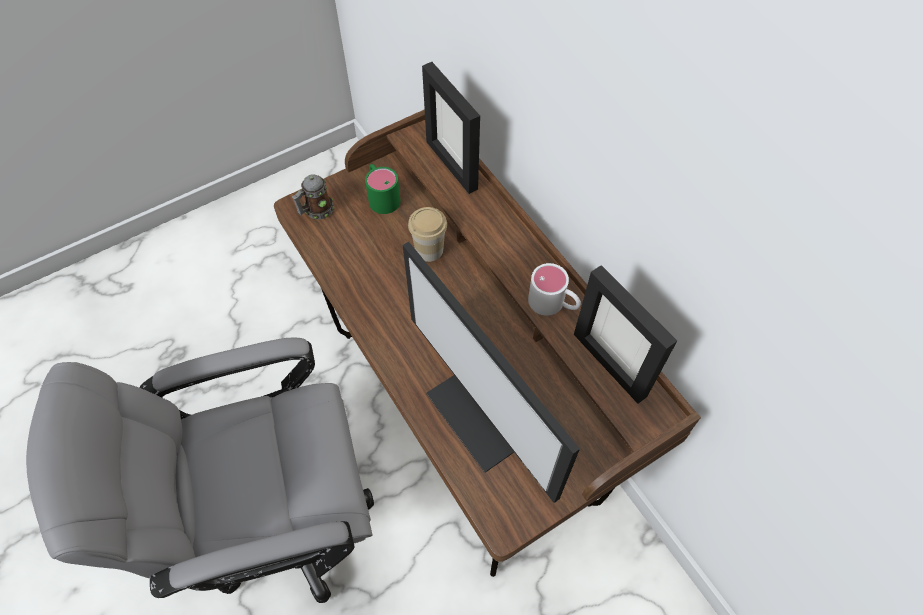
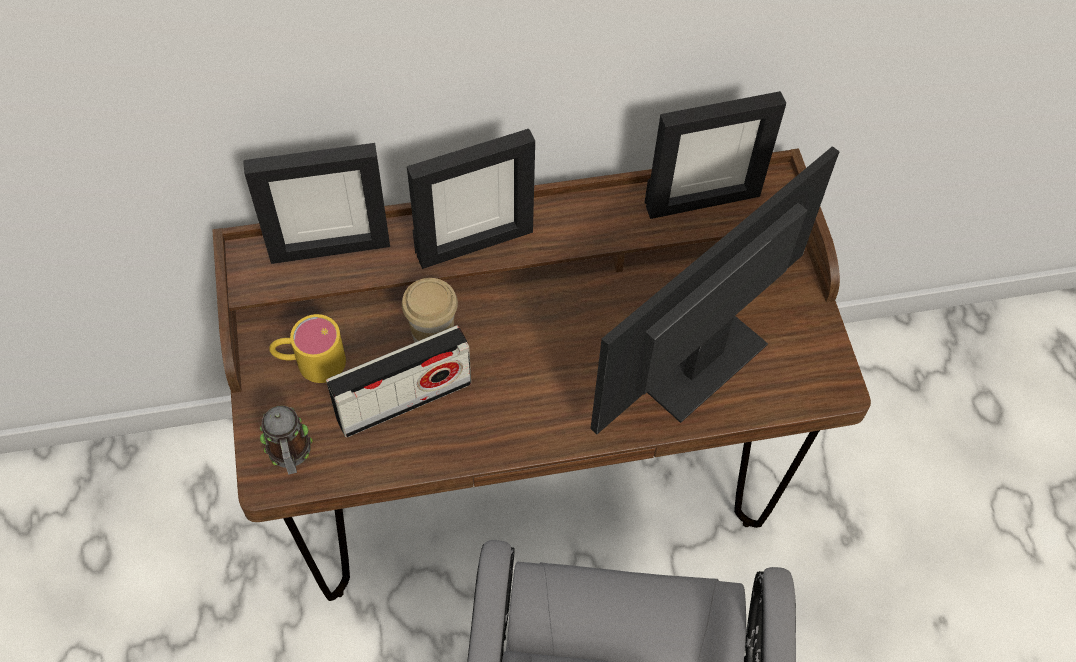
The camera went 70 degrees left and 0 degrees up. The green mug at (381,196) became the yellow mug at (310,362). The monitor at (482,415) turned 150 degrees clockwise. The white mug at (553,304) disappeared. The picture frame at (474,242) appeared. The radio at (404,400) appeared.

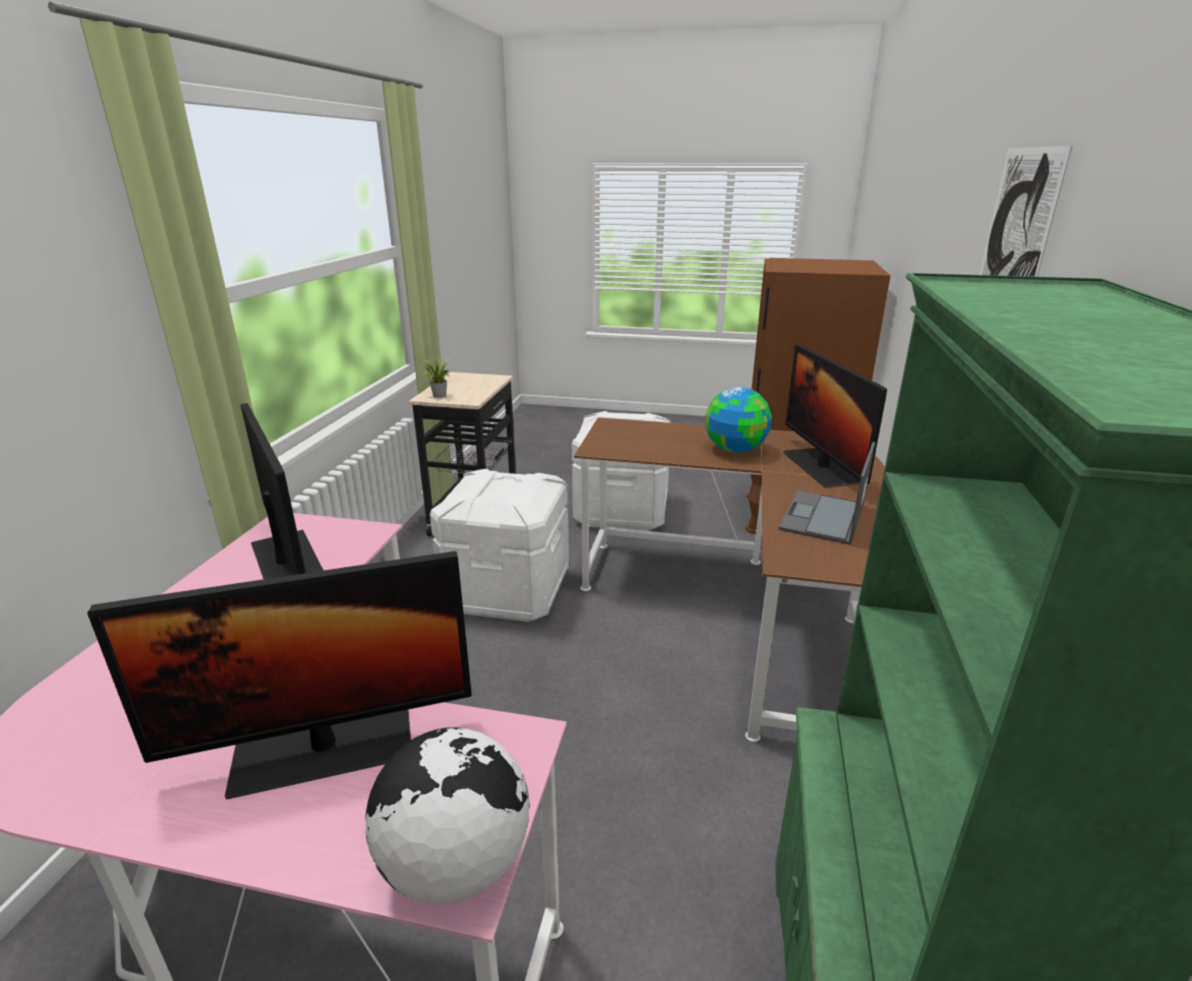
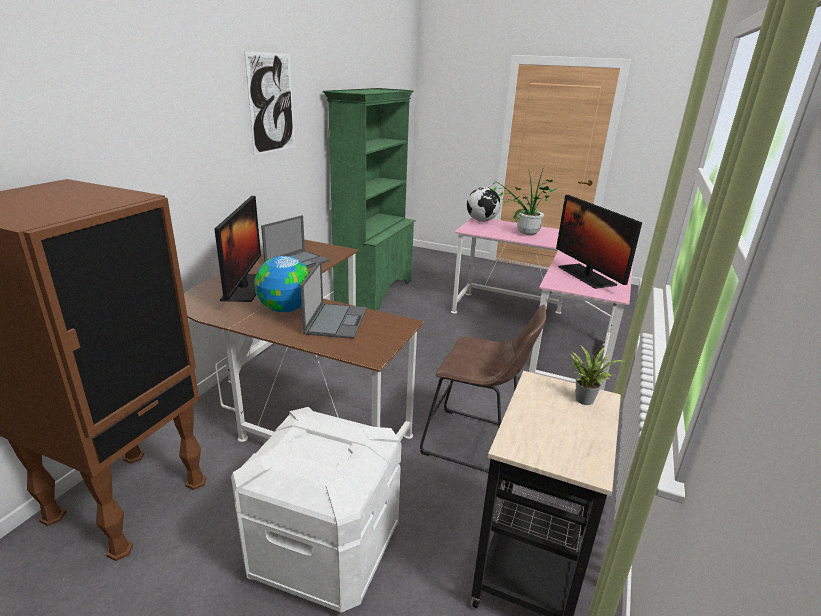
The camera went 170 degrees left and 0 degrees up. The white storage box at (507,591) was replaced by the brown stool at (476,443). The monitor at (324,749) was replaced by the potted plant at (523,234). The laptop at (336,320) appeared.

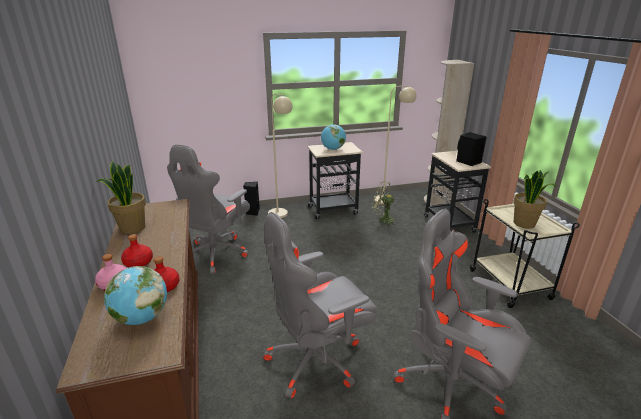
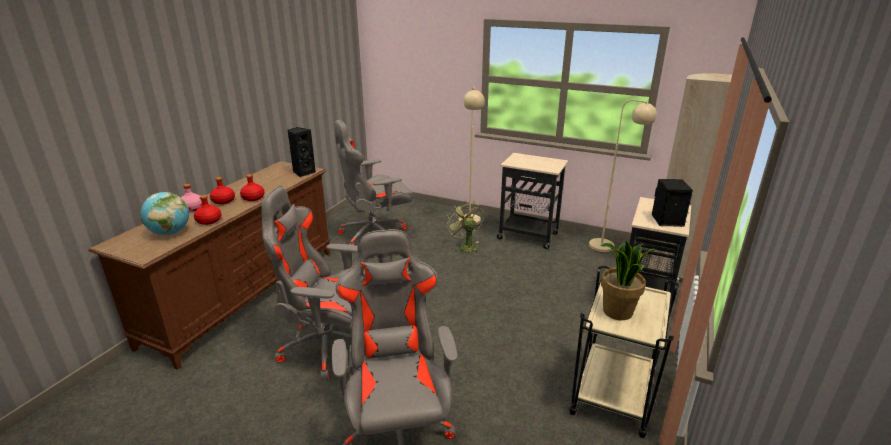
The camera went 40 degrees right and 0 degrees up. The globe at (333,149) disappeared. The potted plant at (132,228) disappeared. The green fan moved from (382,219) to (465,246). The black speaker moved from (252,212) to (303,172). The red bottle at (253,198) appeared.

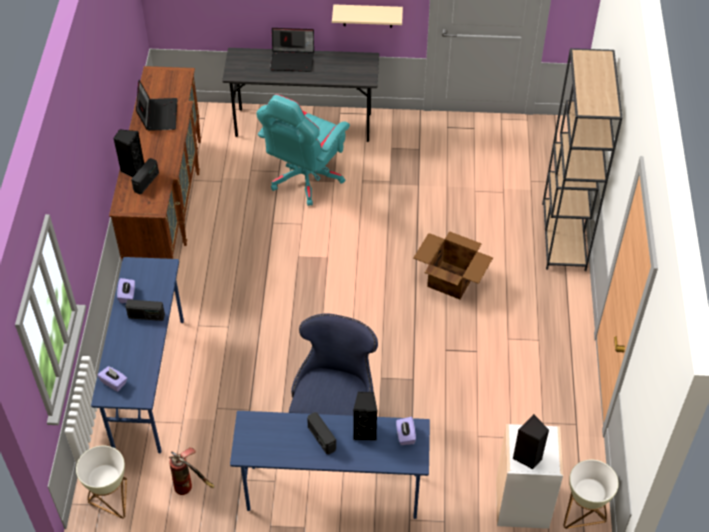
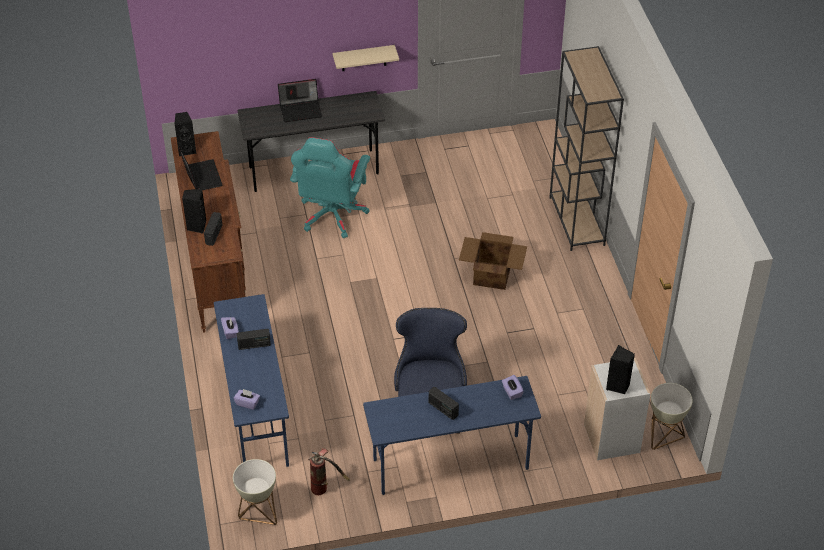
The camera went 15 degrees left and 5 degrees down. The black speaker moved from (365,431) to (187,150).

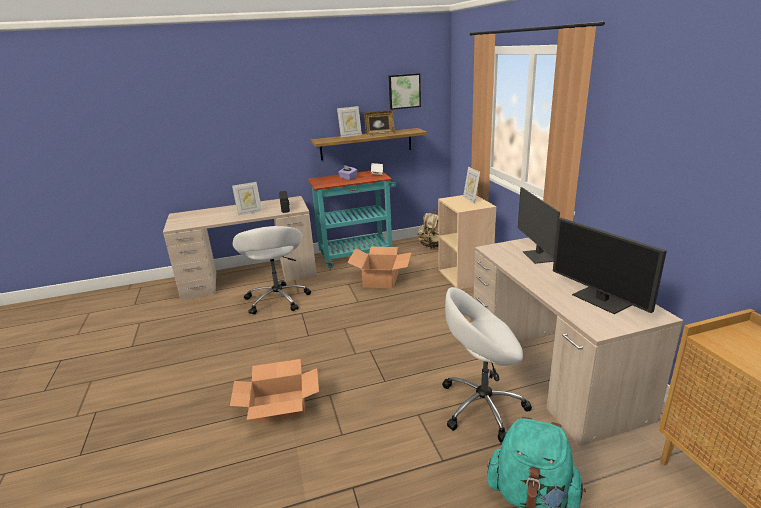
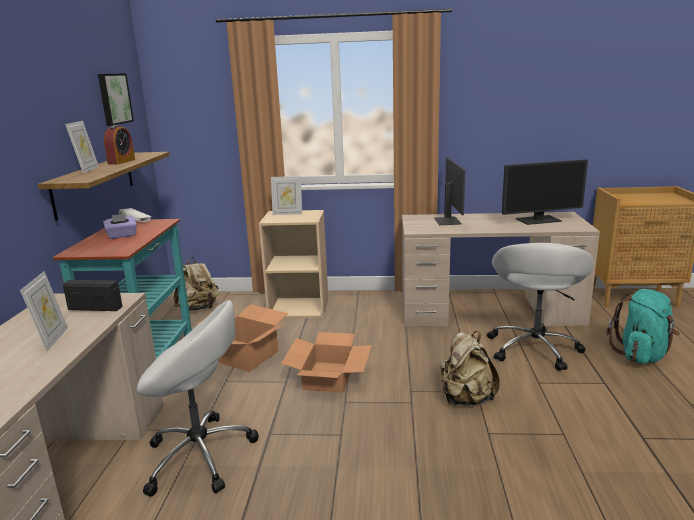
The camera went 70 degrees left and 5 degrees down. The picture frame at (380,134) was replaced by the alarm clock at (121,162). The monitor at (538,256) turned 105 degrees counterclockwise. The cardboard box moved from (279,406) to (328,377). The beige backpack at (465,399) appeared.

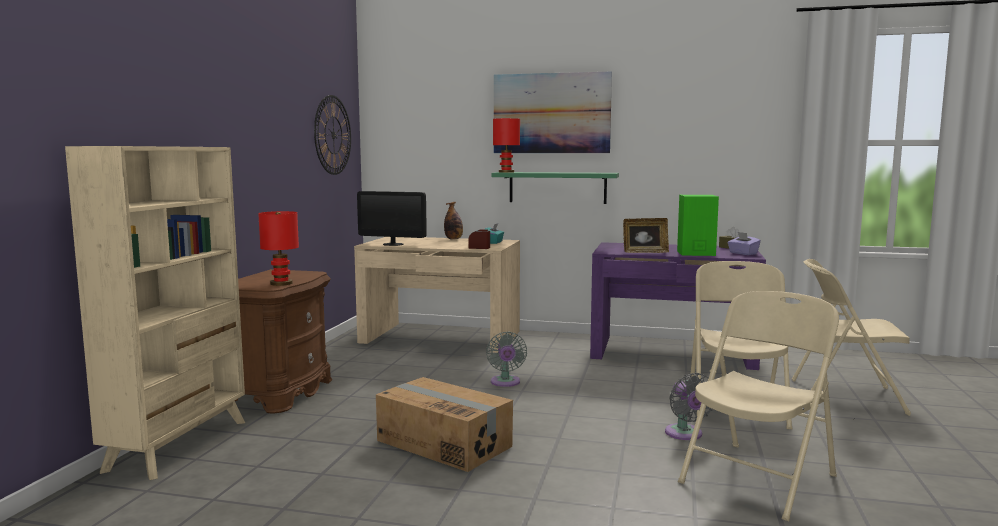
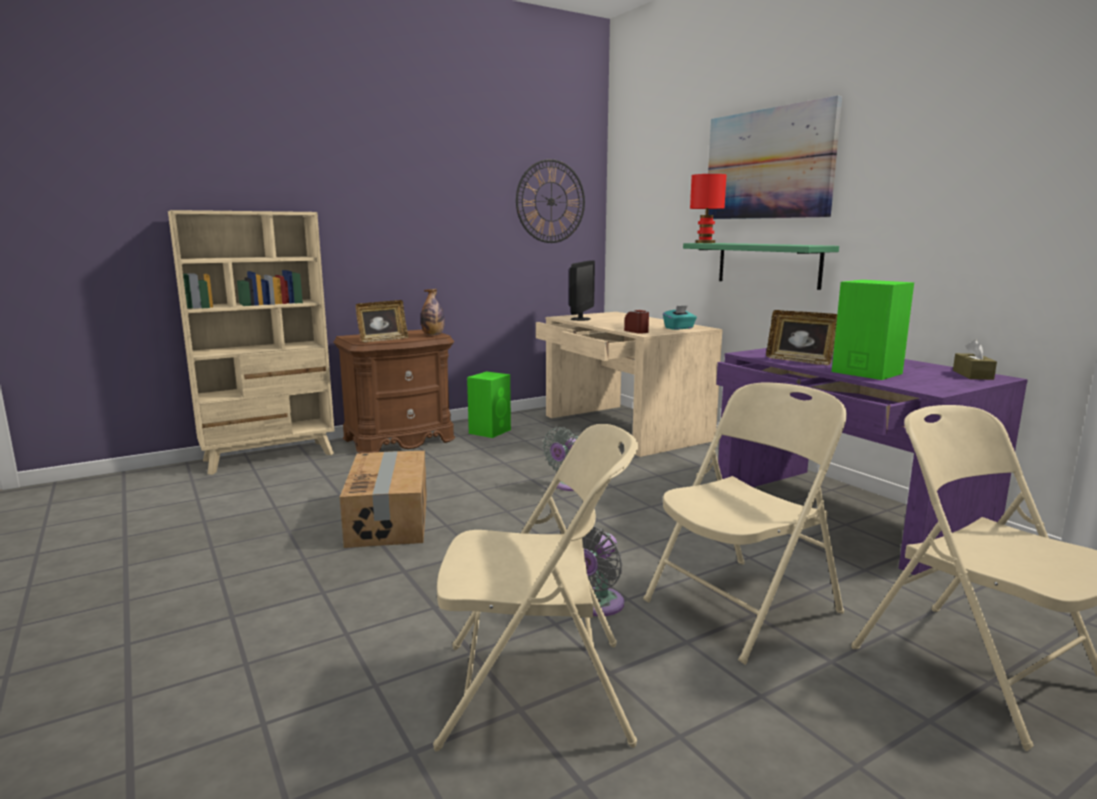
The camera went 45 degrees right and 5 degrees up. The monitor at (393,244) turned 135 degrees counterclockwise. The bottle moved from (453,239) to (433,335). The red table lamp at (281,283) was replaced by the picture frame at (382,340). The purple tissue box at (743,253) disappeared. The green speaker at (490,431) appeared.

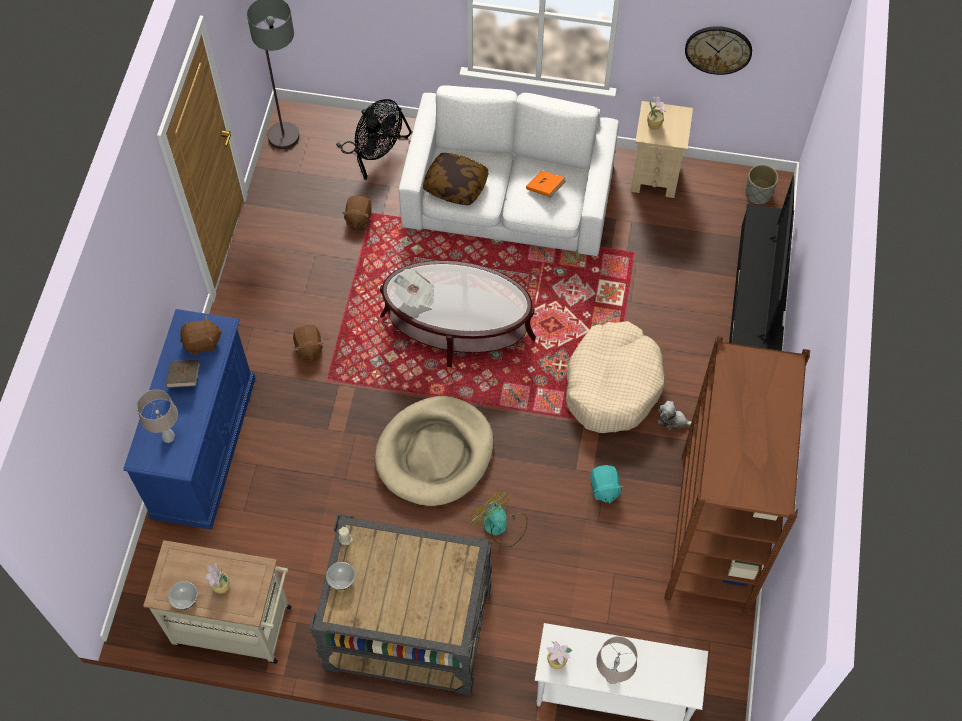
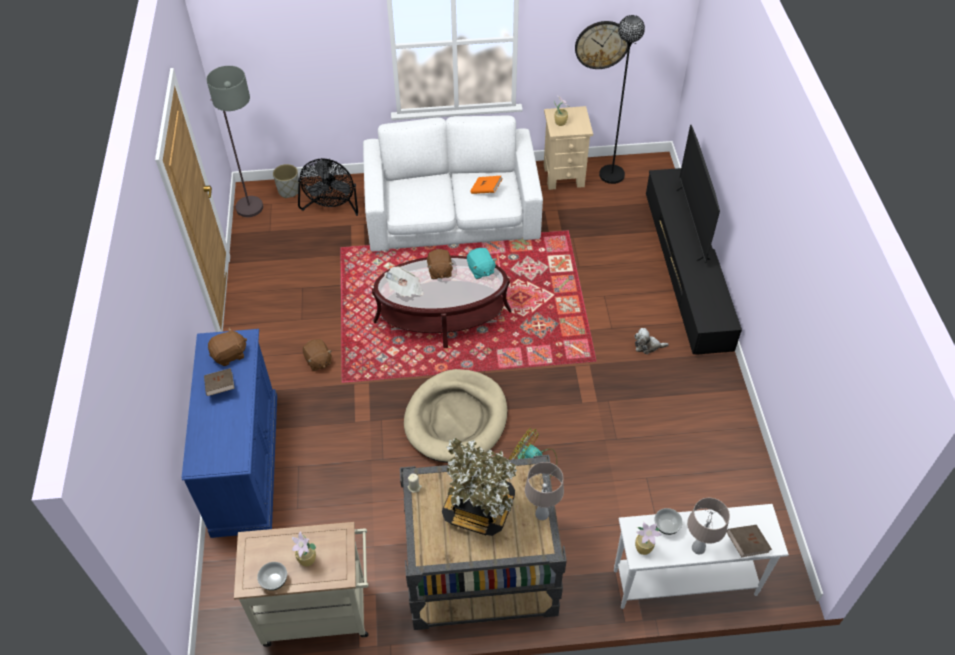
The camera went 15 degrees left and 10 degrees down. The black fan at (374,153) turned 75 degrees clockwise. The pillow at (456,185) disappeared. The grey planter moved from (758,194) to (289,191). The brown plush toy moved from (358,218) to (439,271). The beige dog bed at (612,384) disappeared. The brown bookcase at (713,532) disappeared. The beige table lamp moved from (168,436) to (541,514). The turquoise plush toy moved from (604,488) to (480,270). The bowl moved from (341,580) to (666,526). The black floor lamp at (612,175) appeared. The potted plant at (478,507) appeared. The brown book at (746,545) appeared.

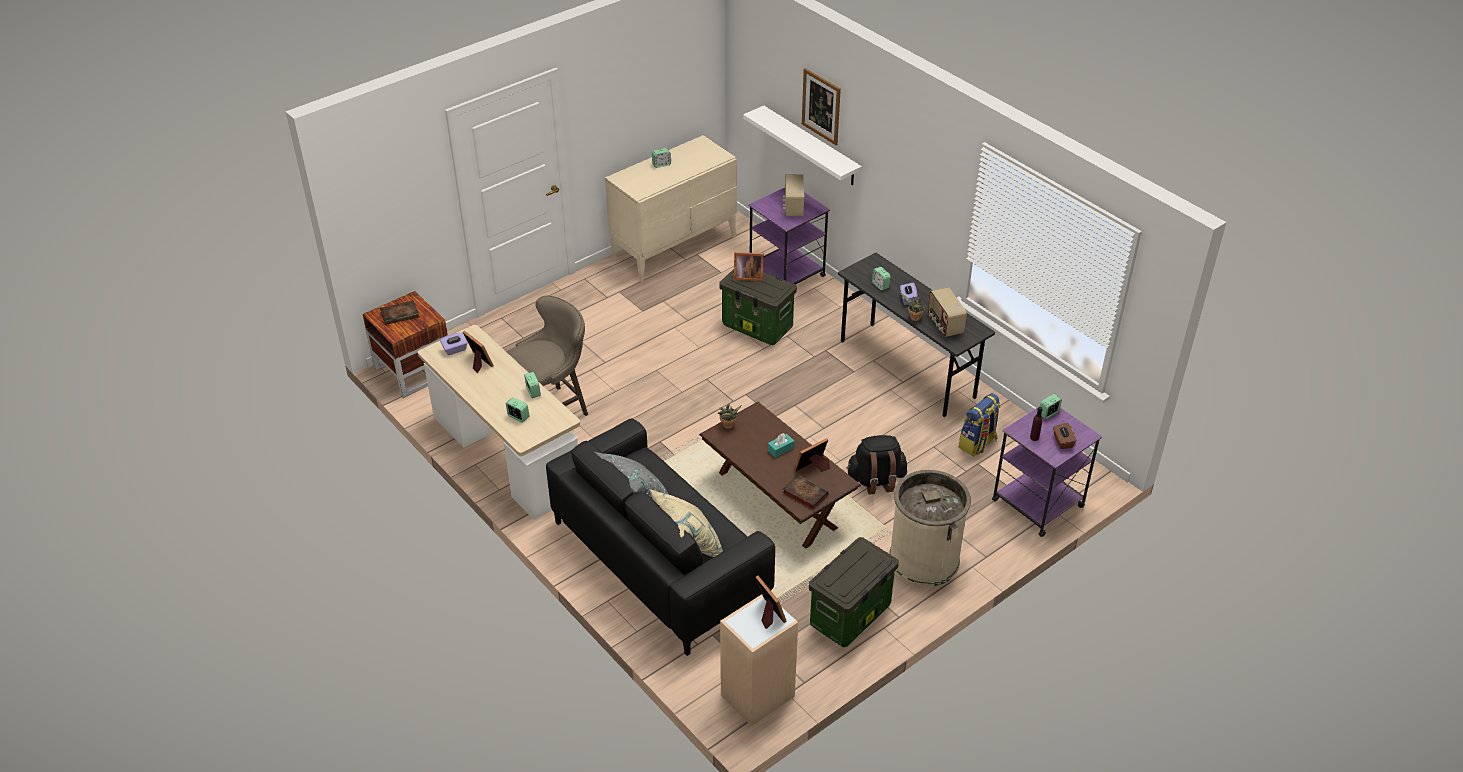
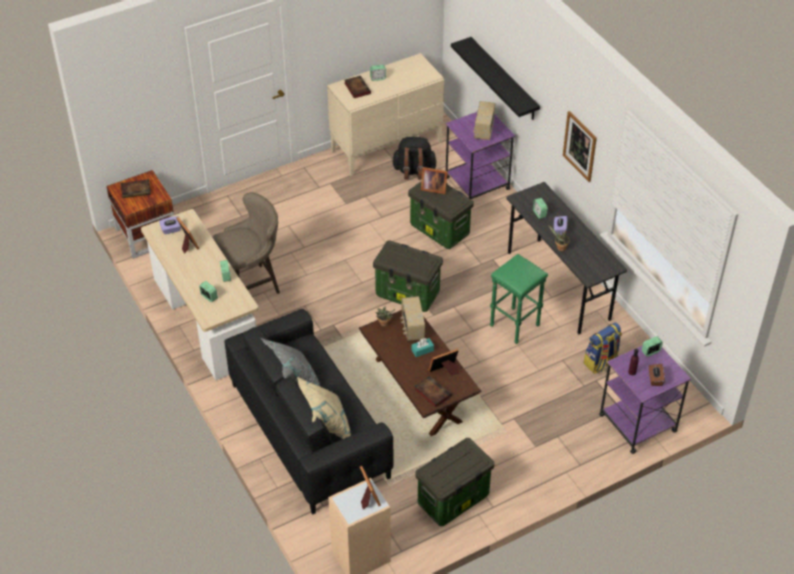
The camera went 10 degrees right and 5 degrees up. The picture moved from (821,106) to (580,146). The white shelf at (810,146) became the black shelf at (504,79). The radio moved from (944,324) to (412,328). The black backpack moved from (876,480) to (414,171). The beige trash can at (924,559) disappeared. The book at (356,88) appeared. The storage box at (408,294) appeared. The green stool at (513,325) appeared.

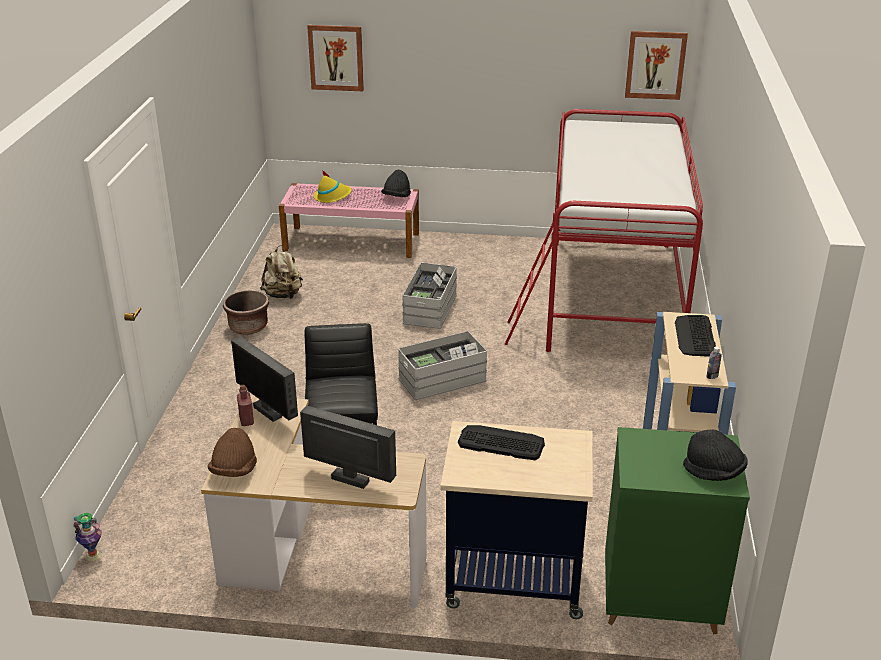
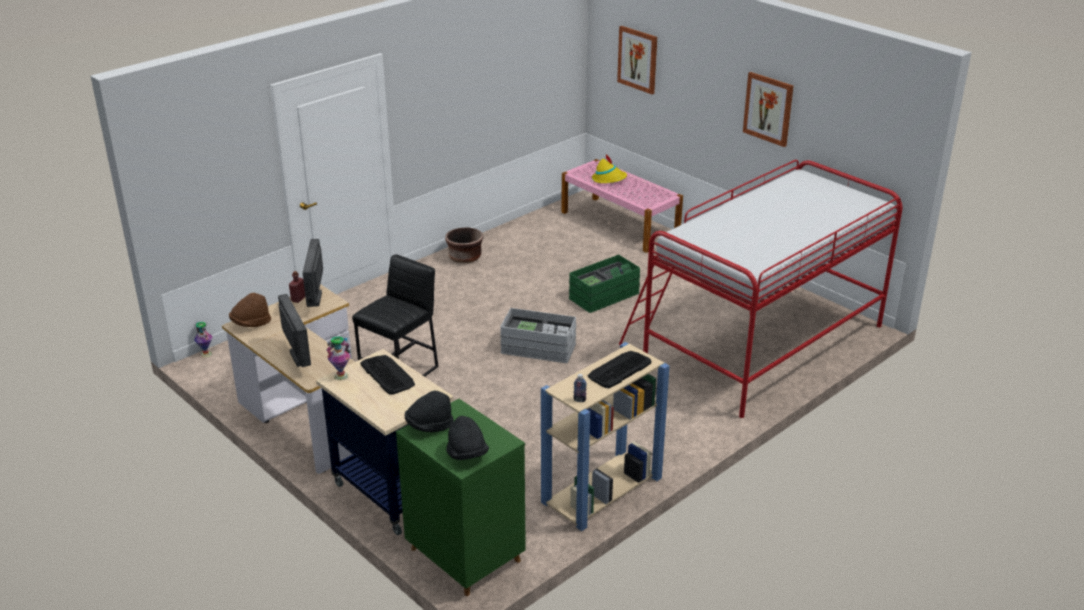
The camera went 40 degrees right and 0 degrees up. The picture moved from (655,65) to (768,108). The black hat moved from (396,197) to (429,426). The beige backpack at (283,295) disappeared. The grey storage box at (429,308) became the green storage box at (603,295). The vase at (341,376) appeared.

